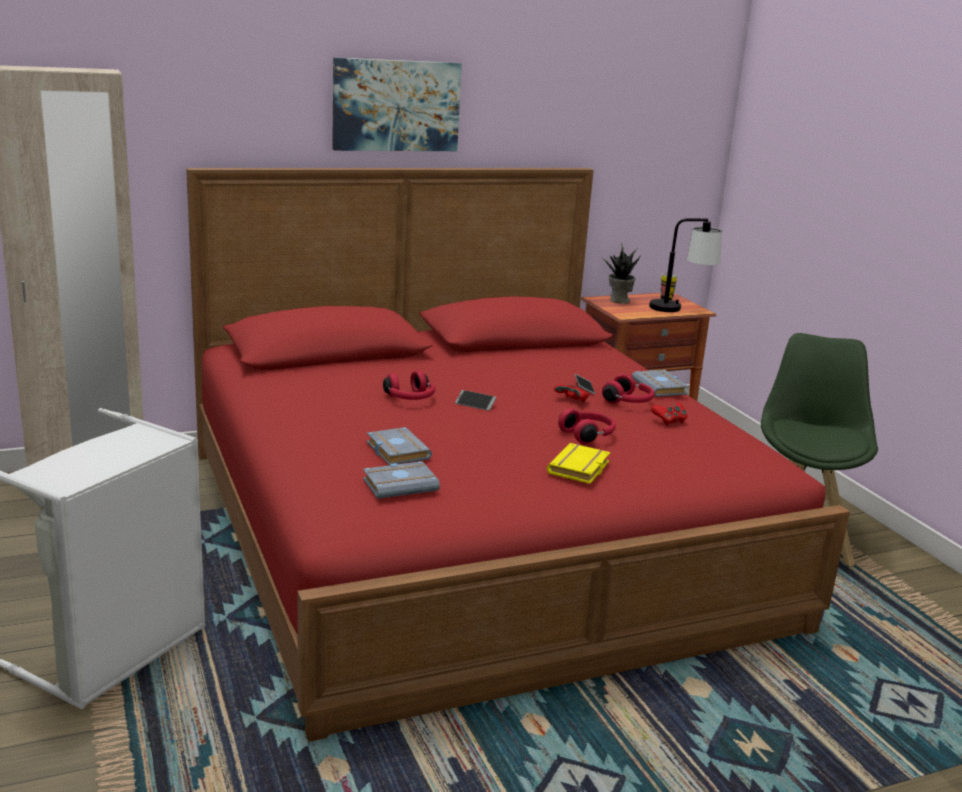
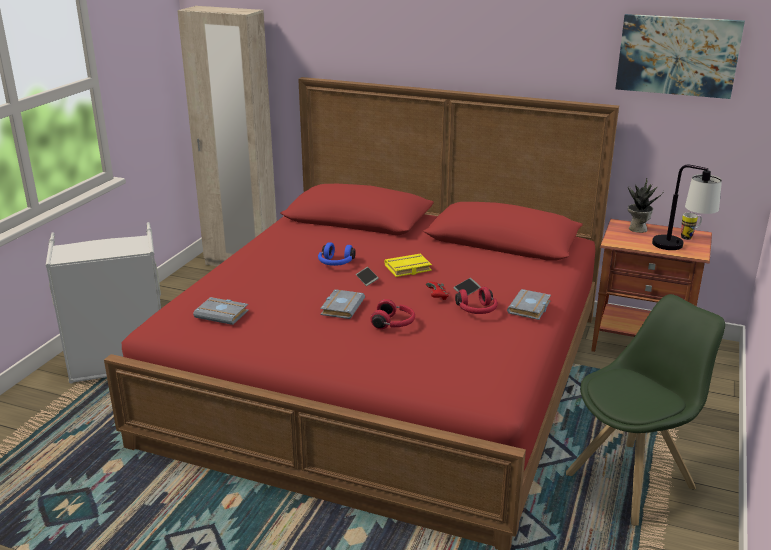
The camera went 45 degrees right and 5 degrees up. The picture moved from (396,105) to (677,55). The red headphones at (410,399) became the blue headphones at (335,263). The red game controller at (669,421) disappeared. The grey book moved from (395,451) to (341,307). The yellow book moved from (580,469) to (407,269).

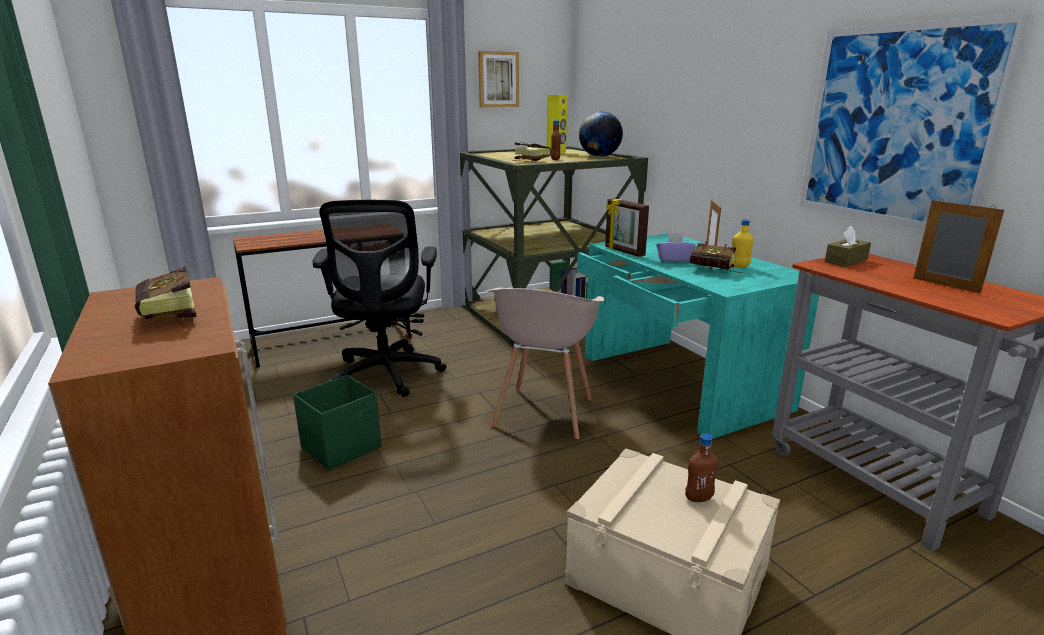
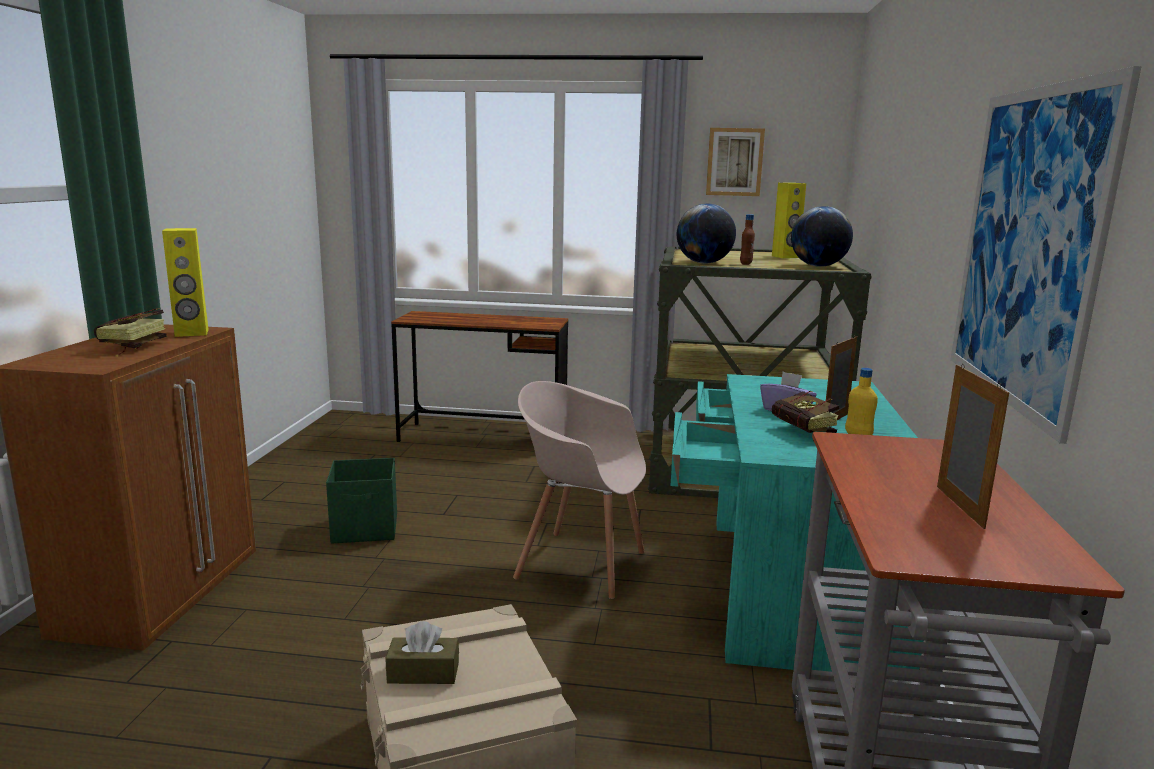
The camera went 35 degrees right and 5 degrees down. The book at (529,161) was replaced by the globe at (704,263). The picture frame at (624,252) disappeared. The black office chair at (386,370) disappeared. The brown tissue box moved from (846,261) to (423,673). The beige chair at (543,413) turned 60 degrees clockwise. The brown bottle at (698,498) disappeared. The yellow speaker at (191,333) appeared.

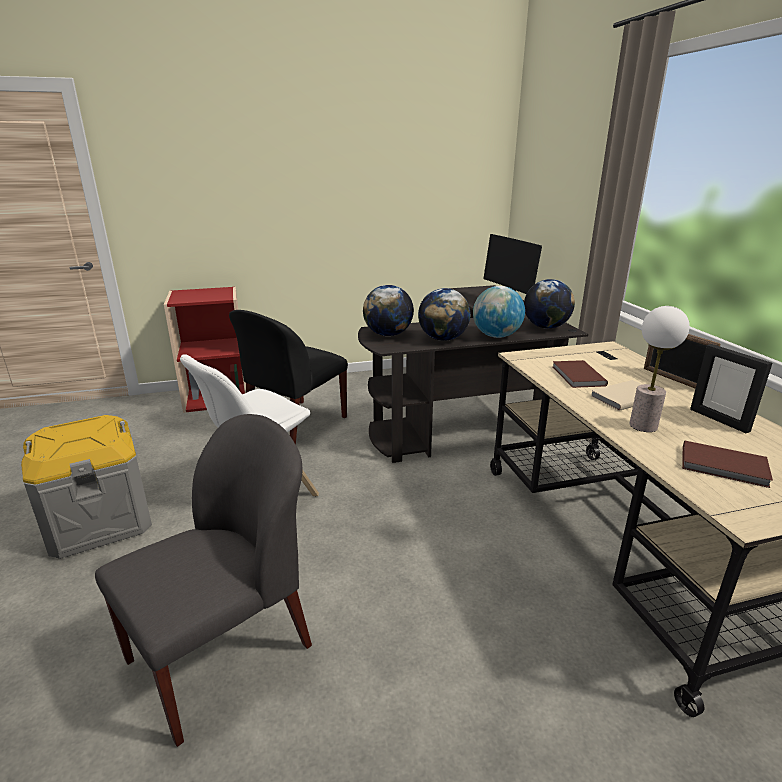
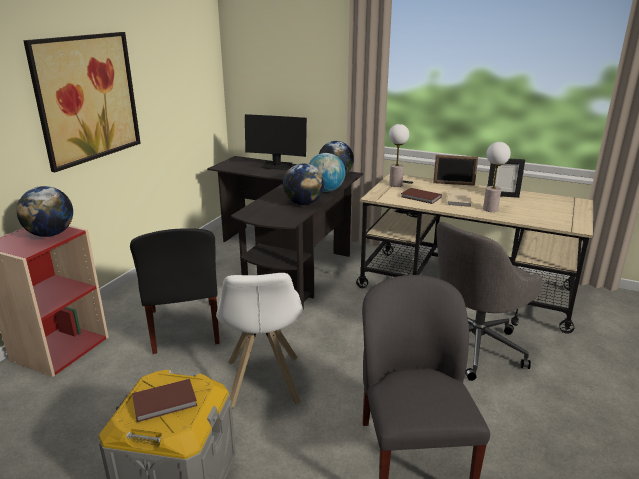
The camera went 50 degrees left and 0 degrees up. The globe moved from (388,335) to (50,234). The brown book moved from (724,467) to (165,402). The picture at (87,98) appeared. The table lamp at (395,184) appeared. The grey office chair at (475,349) appeared.

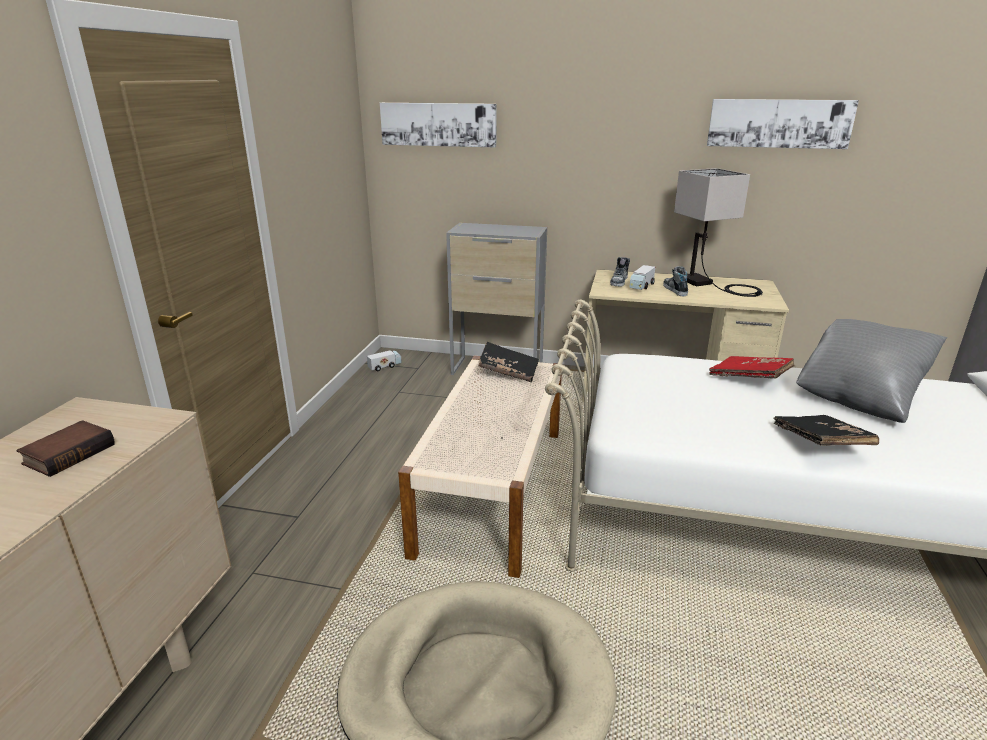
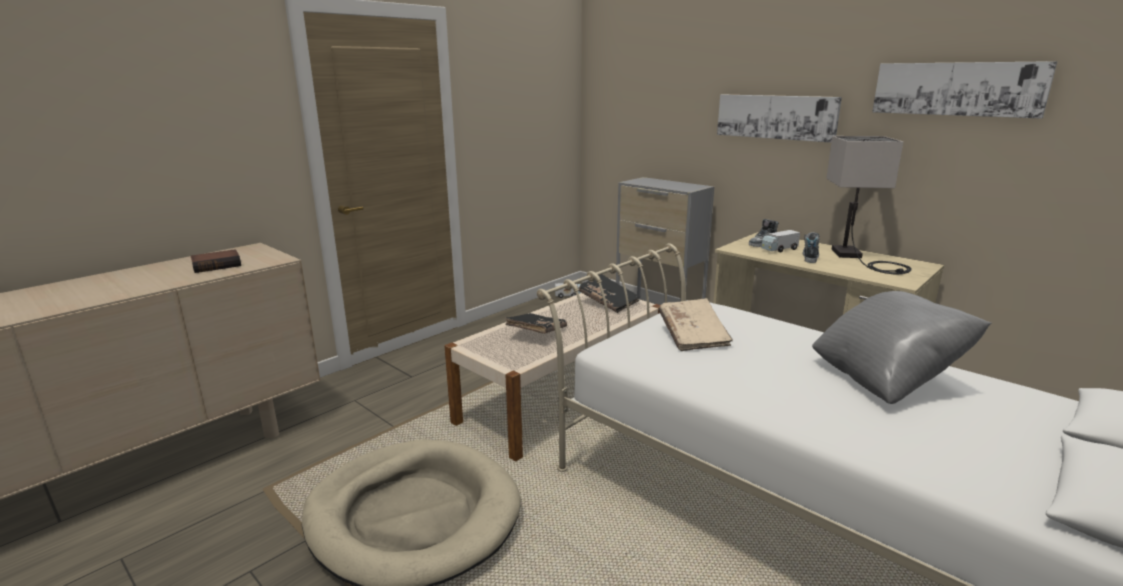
The camera went 30 degrees right and 5 degrees down. The picture moved from (438,124) to (776,117). The red book at (749,378) disappeared. The black book moved from (820,443) to (536,333). The beige book at (693,336) appeared.

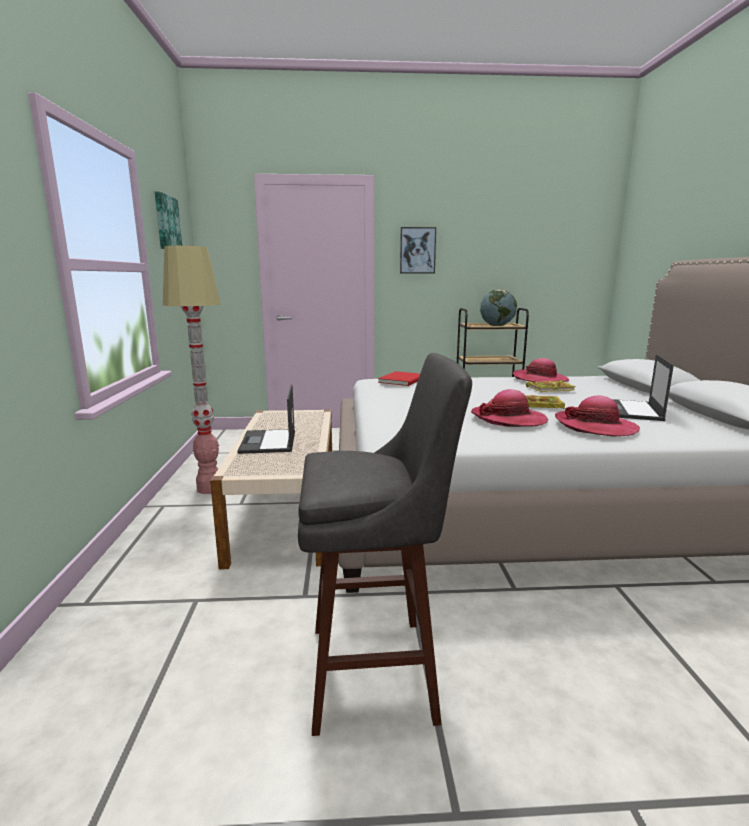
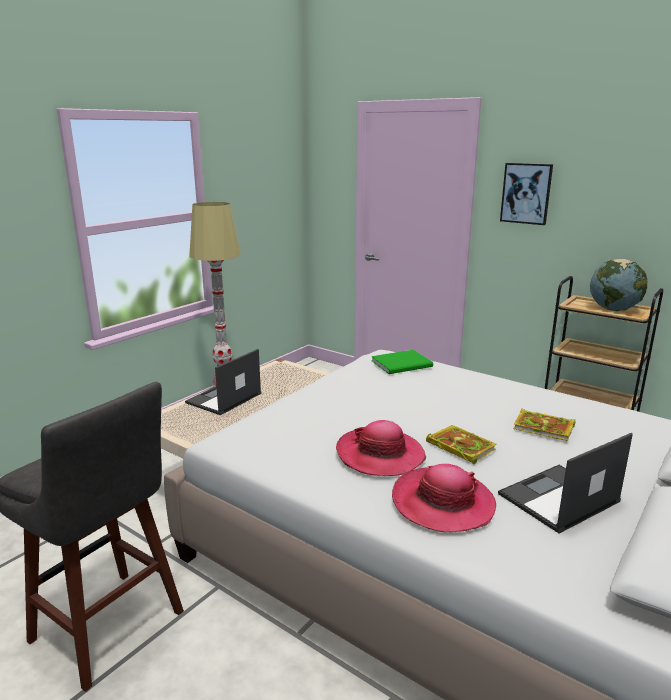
The camera went 40 degrees right and 5 degrees up. The picture at (166,223) disappeared. The hat at (540,379) disappeared. The red book at (403,380) became the green book at (403,364).

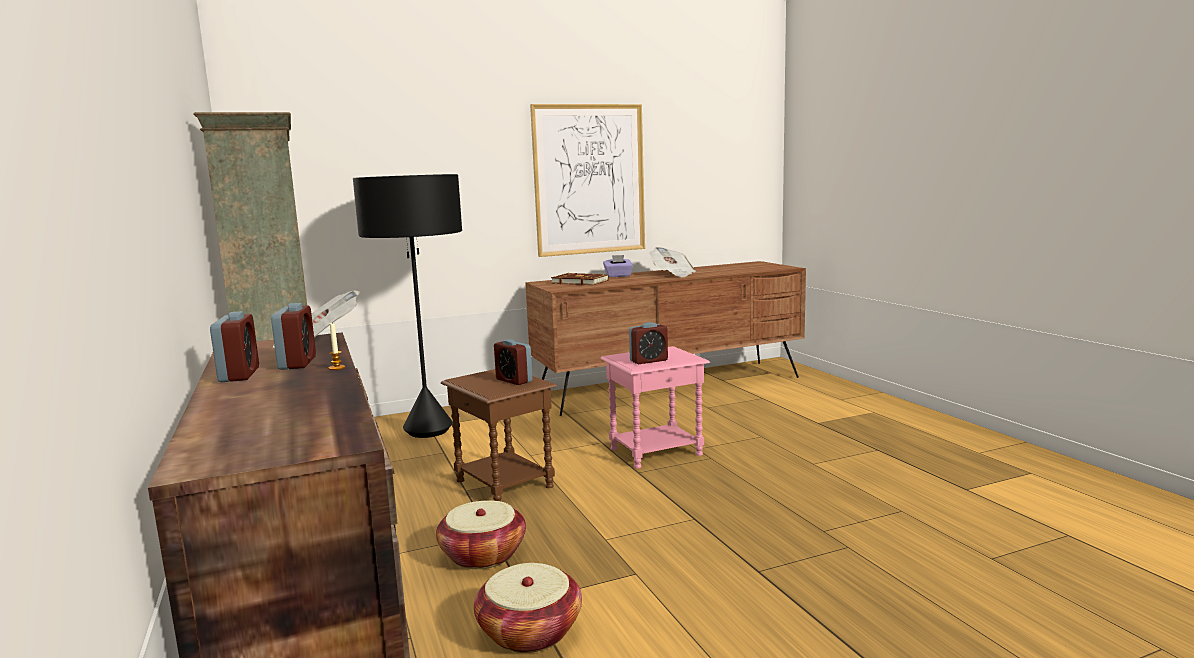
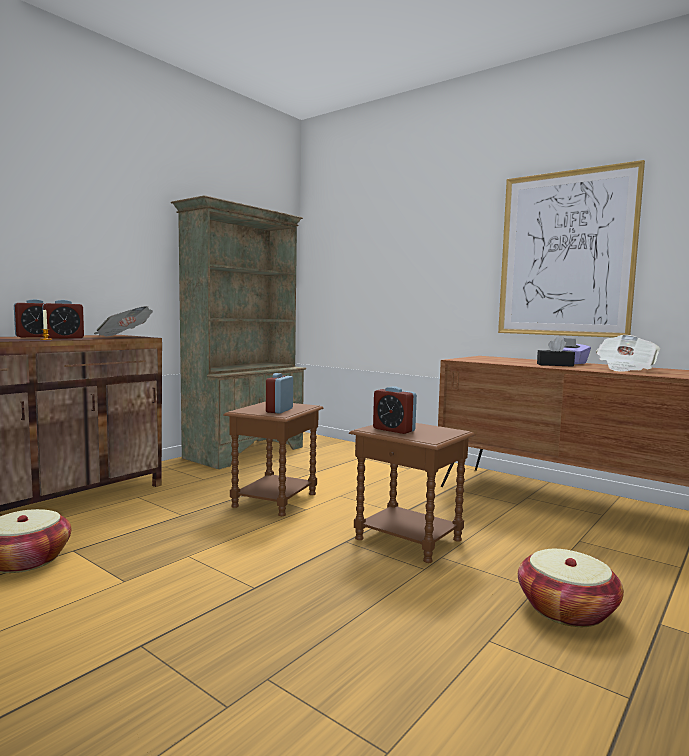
The camera went 60 degrees right and 5 degrees down. The black floor lamp at (428,431) disappeared. The brown book at (580,282) disappeared. The pink side table at (655,451) became the brown side table at (409,538). The basket moved from (483,555) to (566,610). The black tissue box at (555,365) appeared.

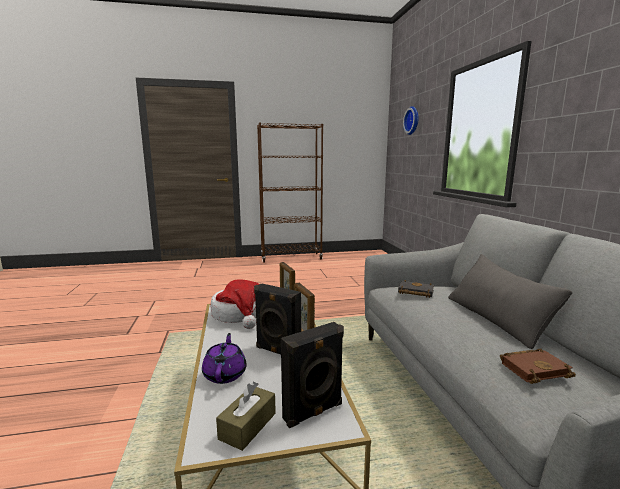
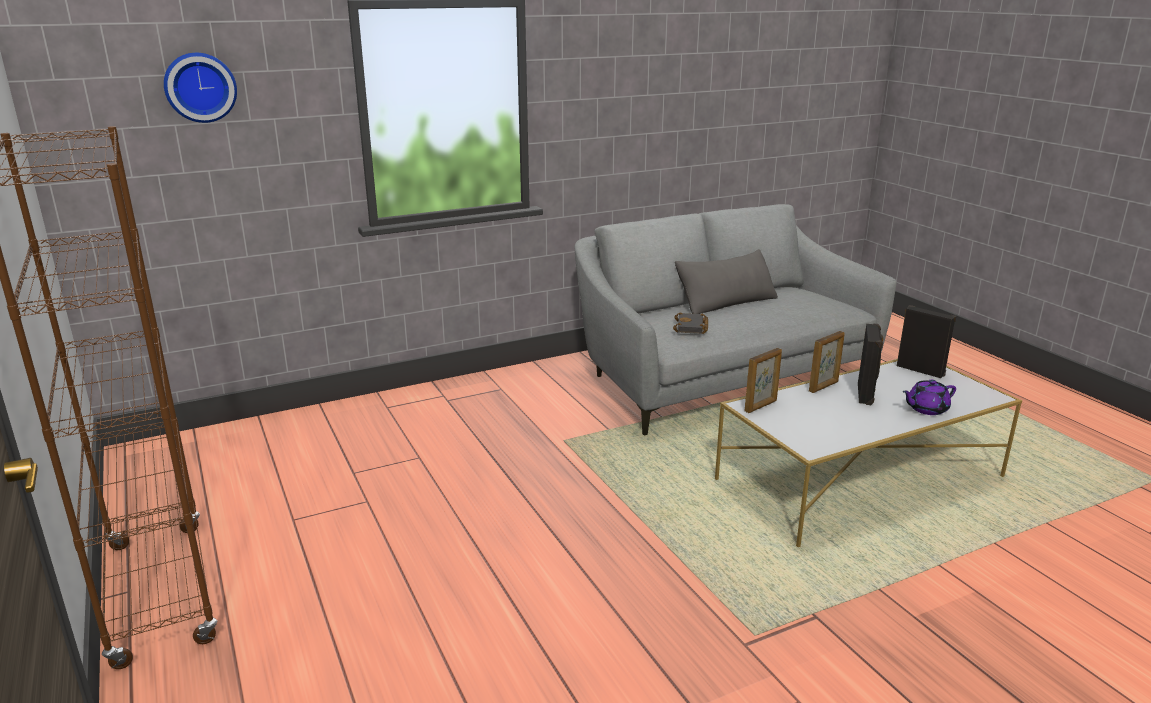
The camera went 105 degrees left and 10 degrees up. The hat at (240,314) disappeared. The brown book at (534,368) disappeared. The brown tissue box at (248,426) disappeared.

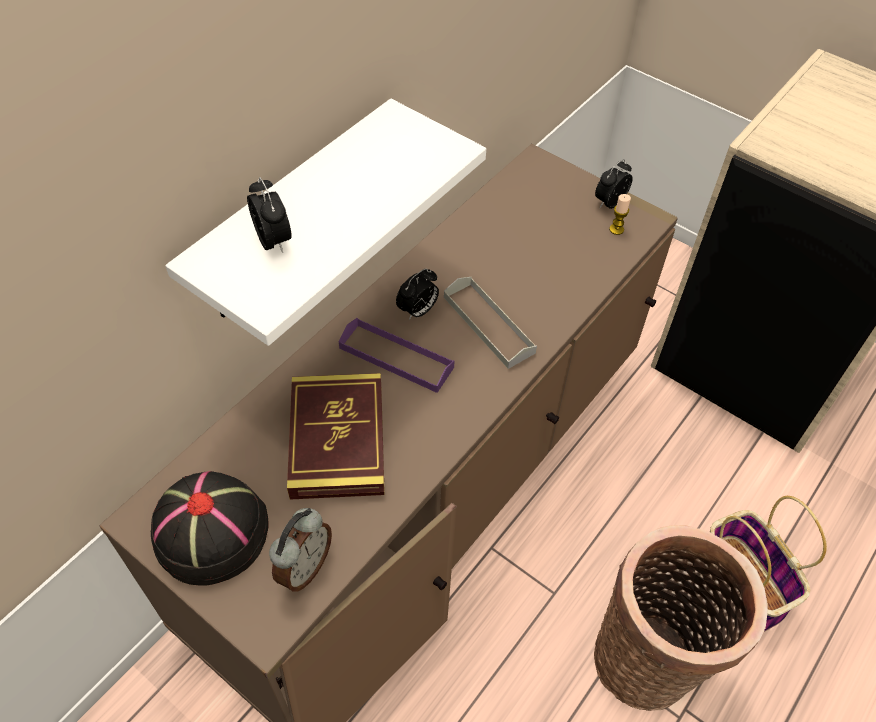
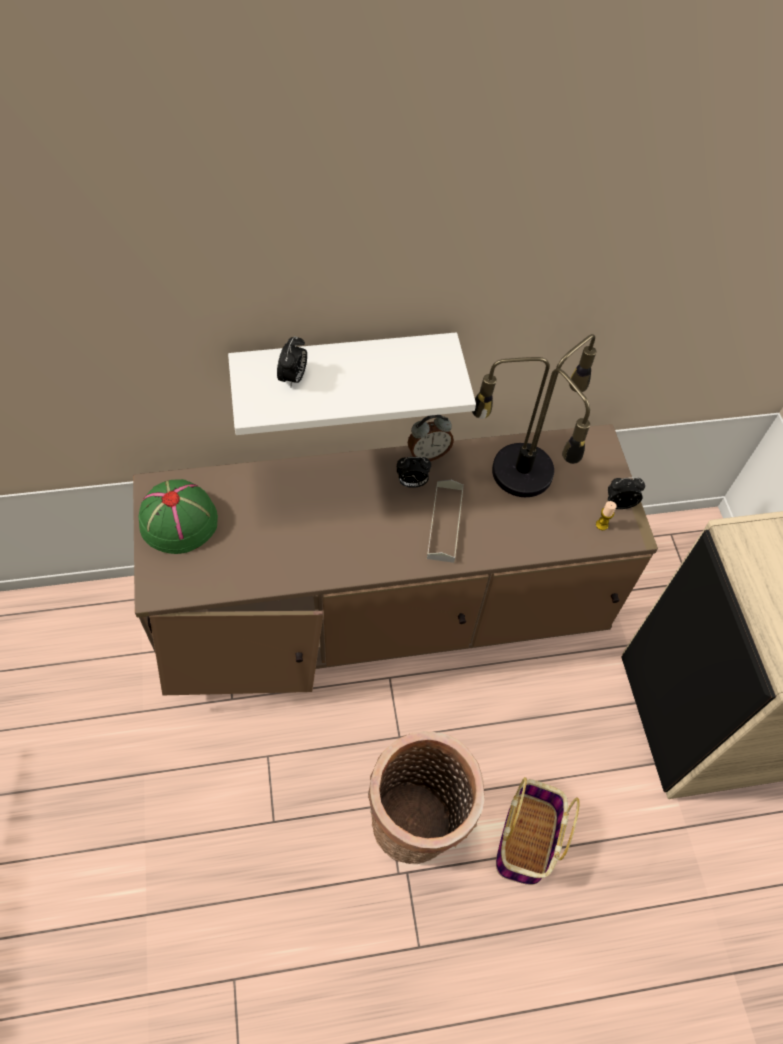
The camera went 40 degrees right and 5 degrees up. The purple tray at (396,358) disappeared. The book at (337,439) disappeared. The black hat at (210,531) became the green hat at (178,520). The alarm clock moved from (304,567) to (428,454). The table lamp at (522,473) appeared.

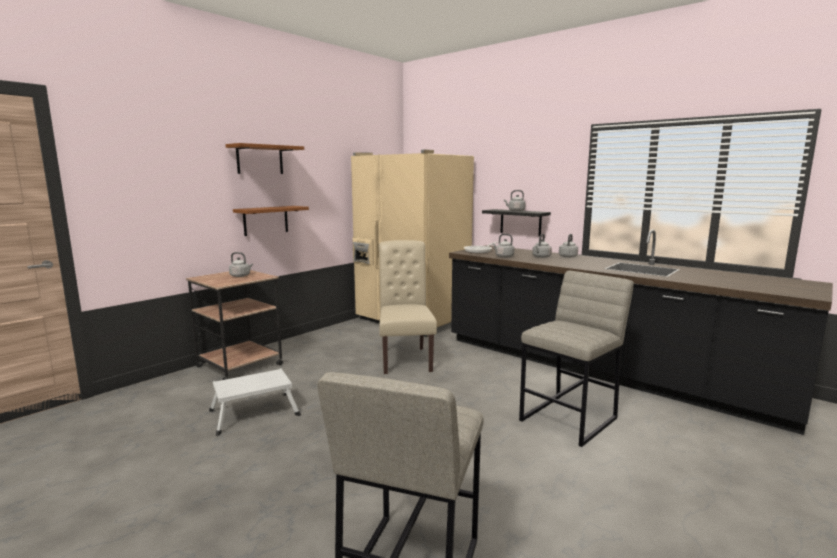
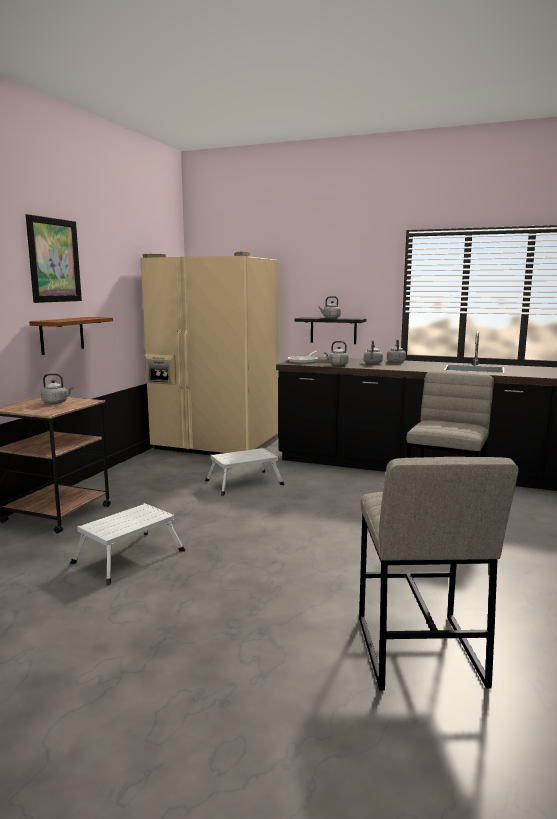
The camera went 20 degrees left and 0 degrees up. The brown shelf at (260,159) was replaced by the picture at (54,260). The beige chair at (405,358) was replaced by the white step ladder at (244,482).

